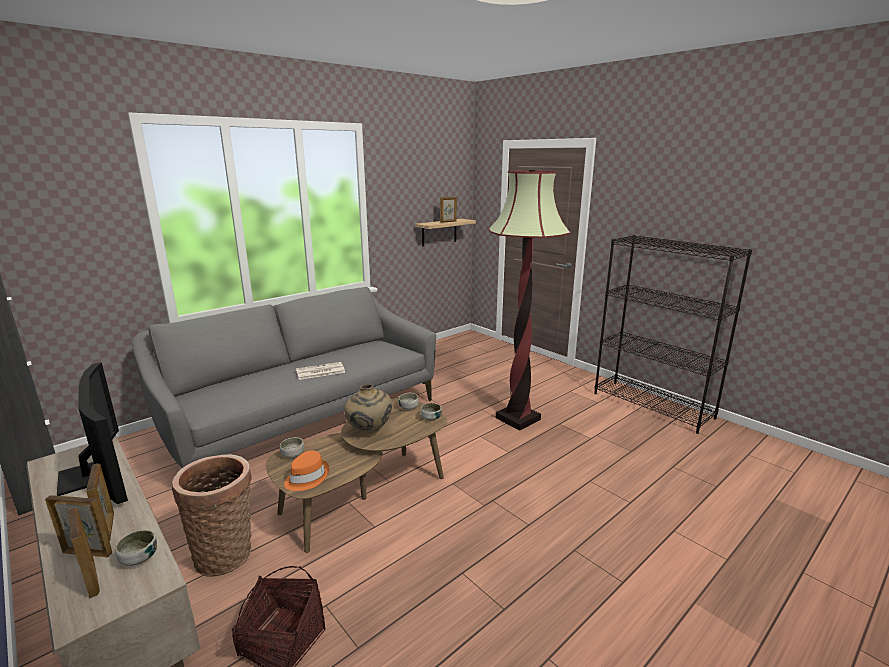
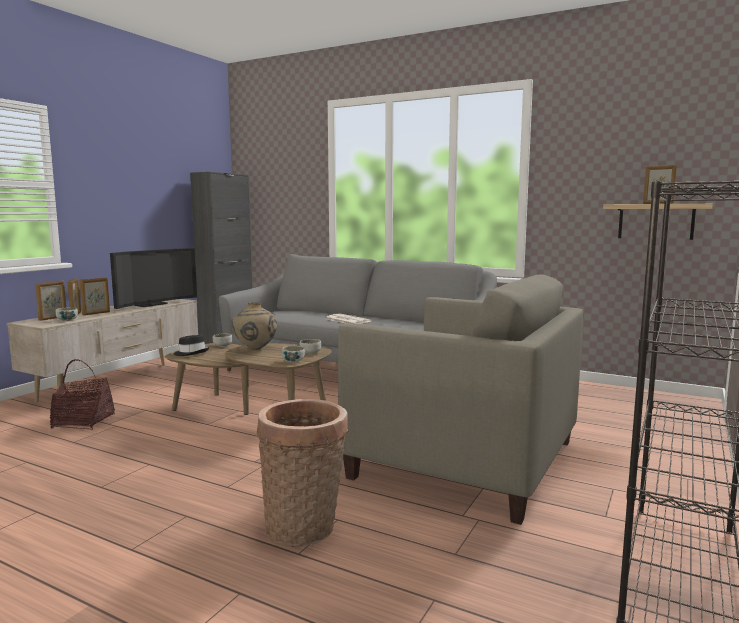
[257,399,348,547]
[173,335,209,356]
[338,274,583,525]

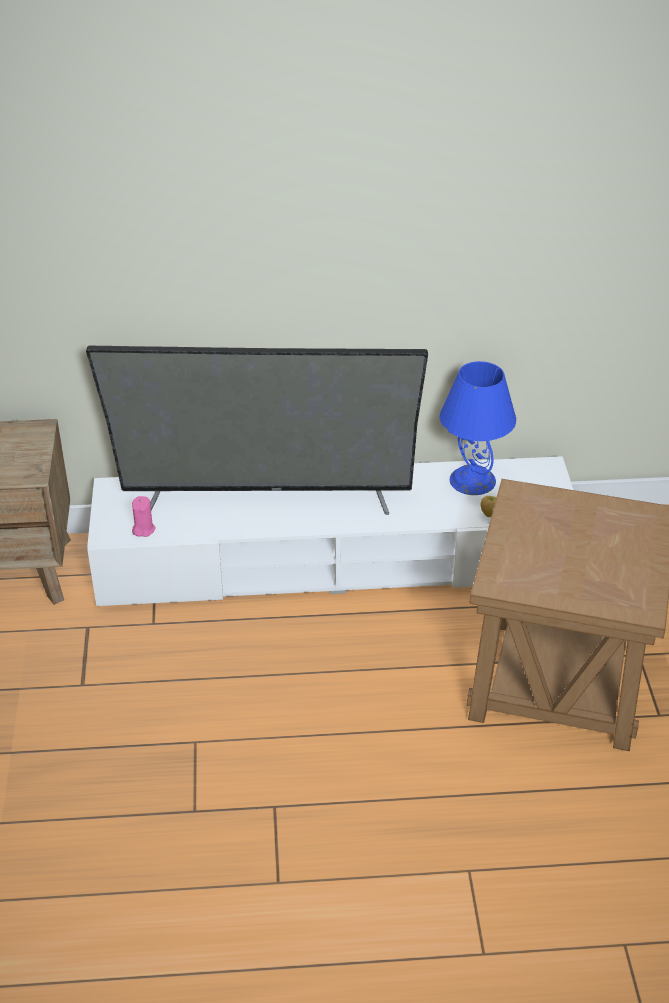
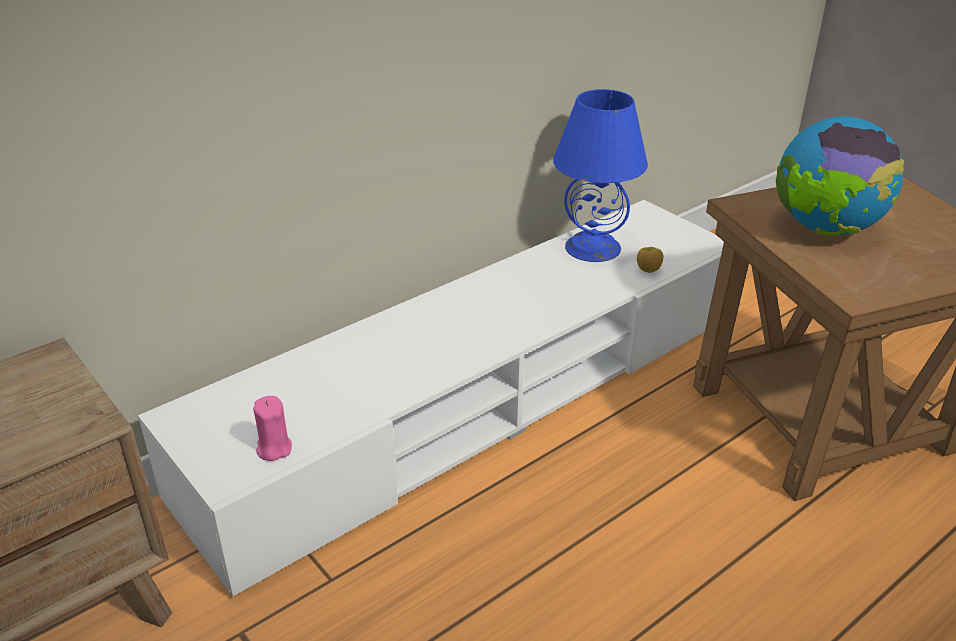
[86,346,428,515] (first image)
[776,116,904,236]

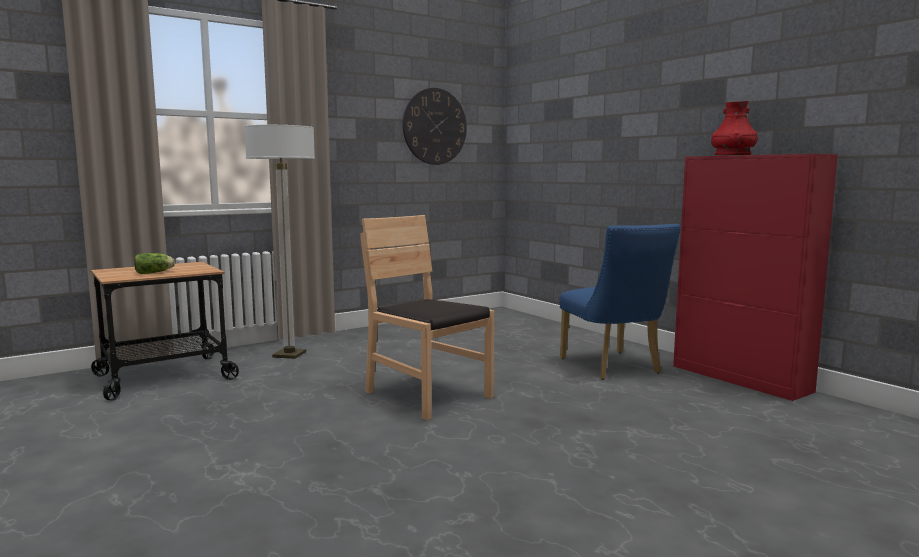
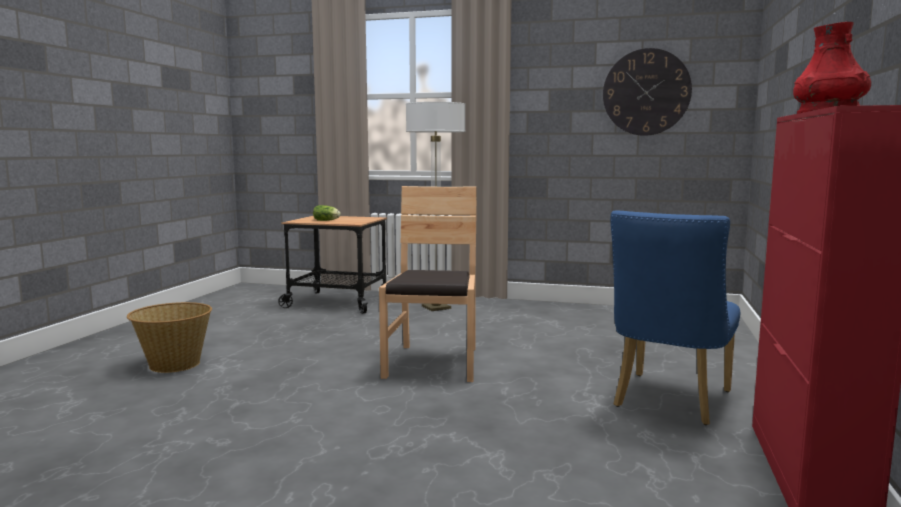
[127,302,212,373]

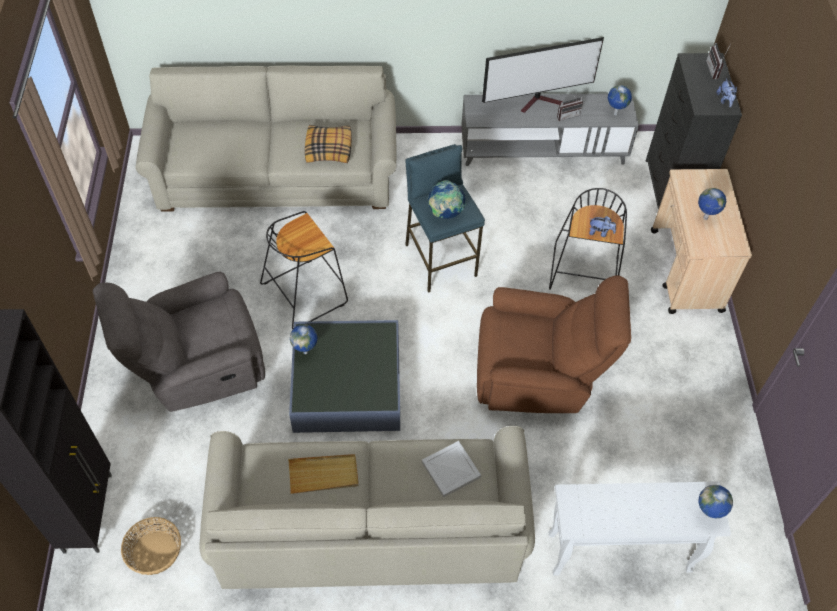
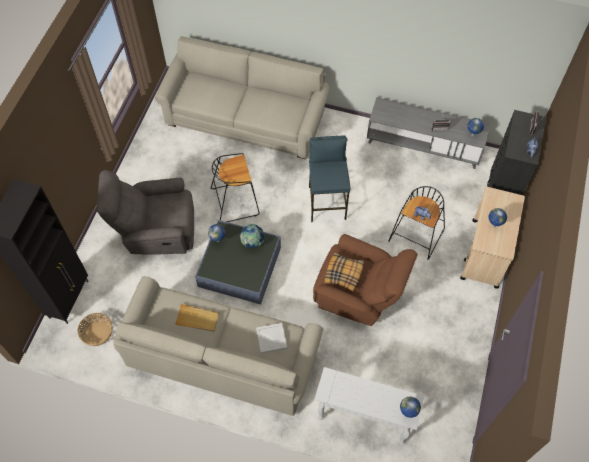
[325,252,364,292]
[240,224,264,248]
[482,37,604,113] (first image)

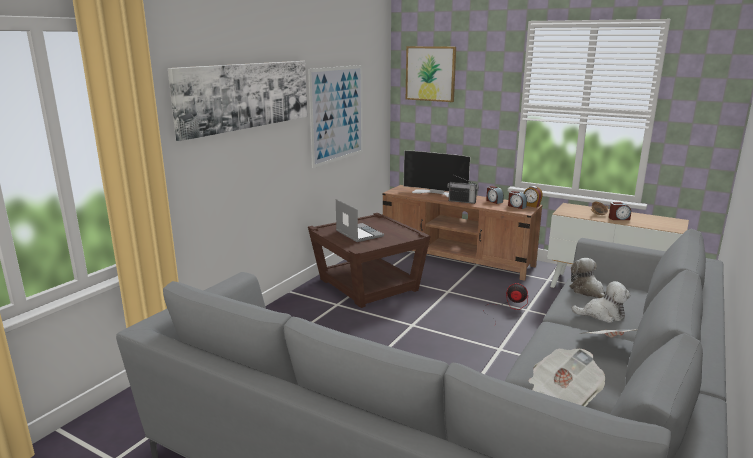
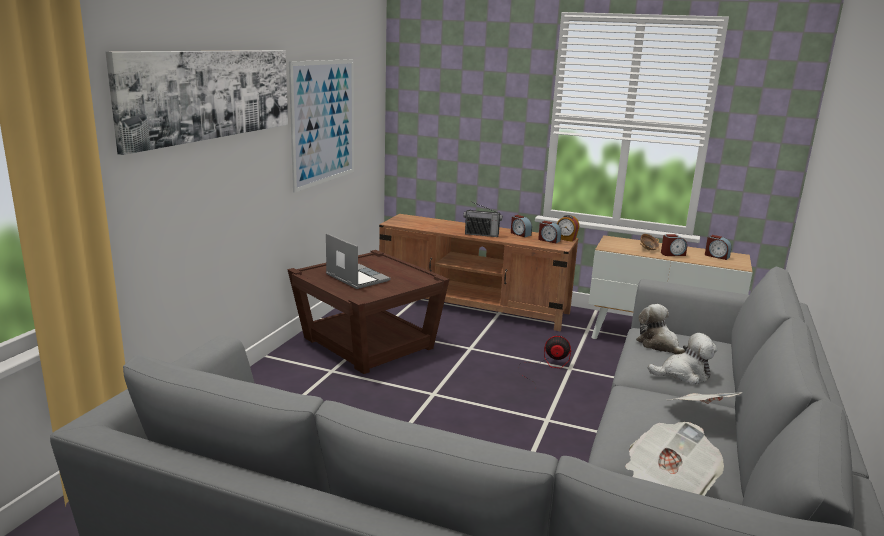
[403,150,470,197] (first image)
[406,46,456,102] (first image)
[705,235,732,260]

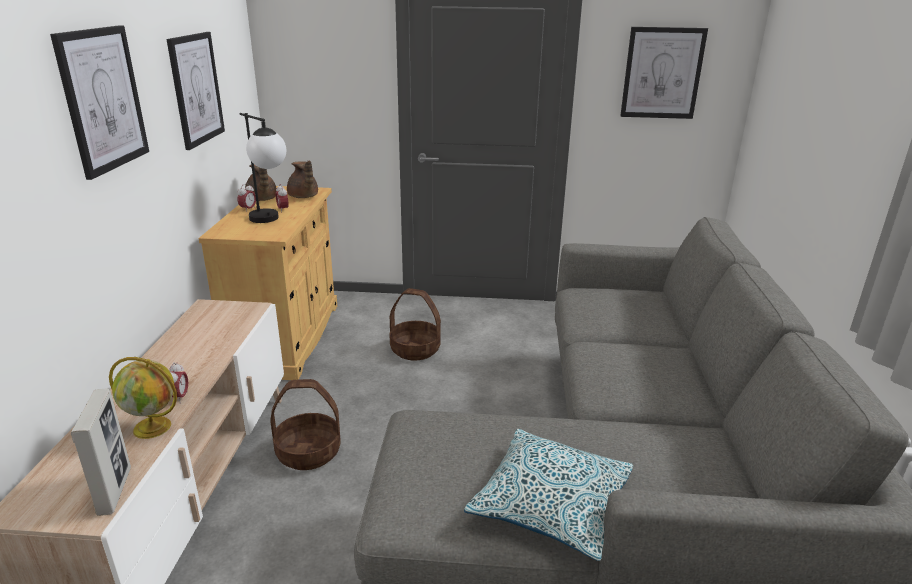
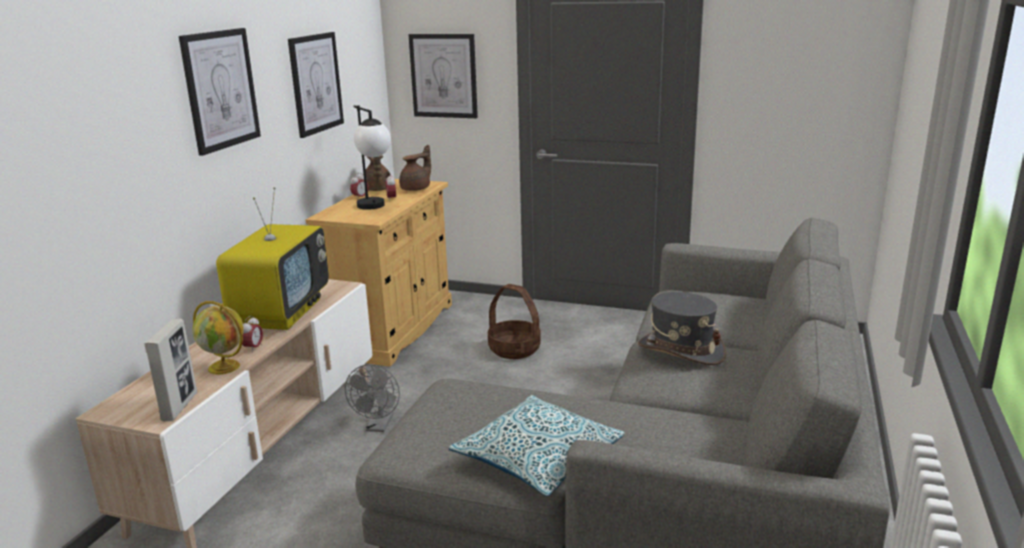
[345,364,400,432]
[399,145,431,191]
[409,34,478,118]
[216,187,329,330]
[638,292,726,365]

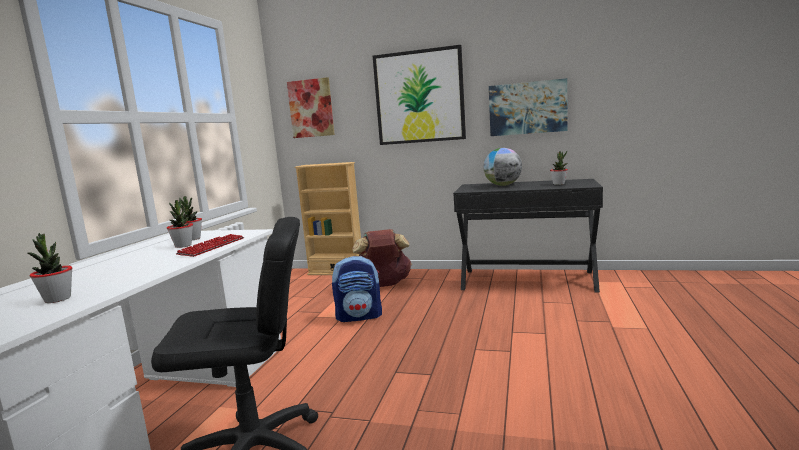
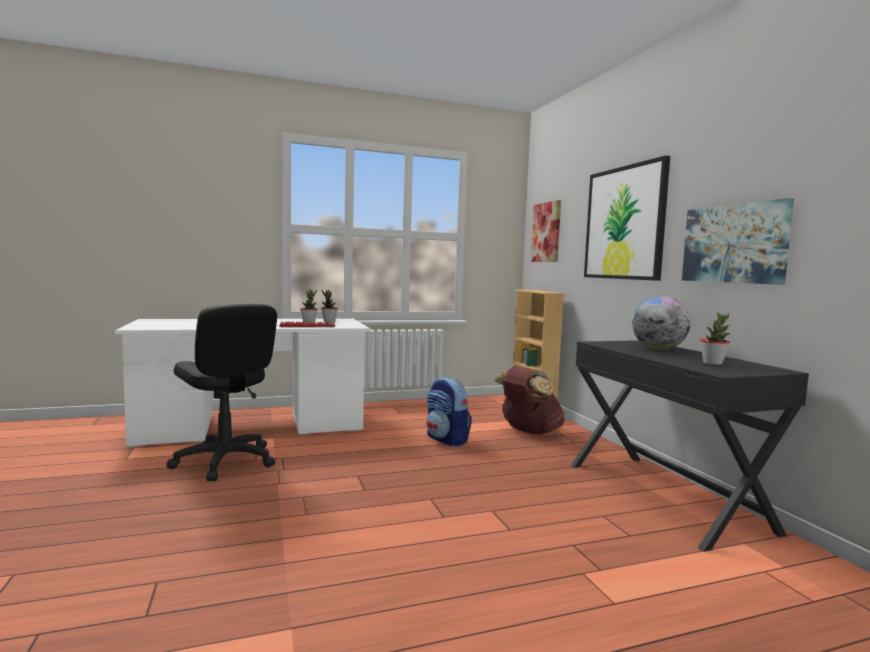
[28,233,72,303] (first image)

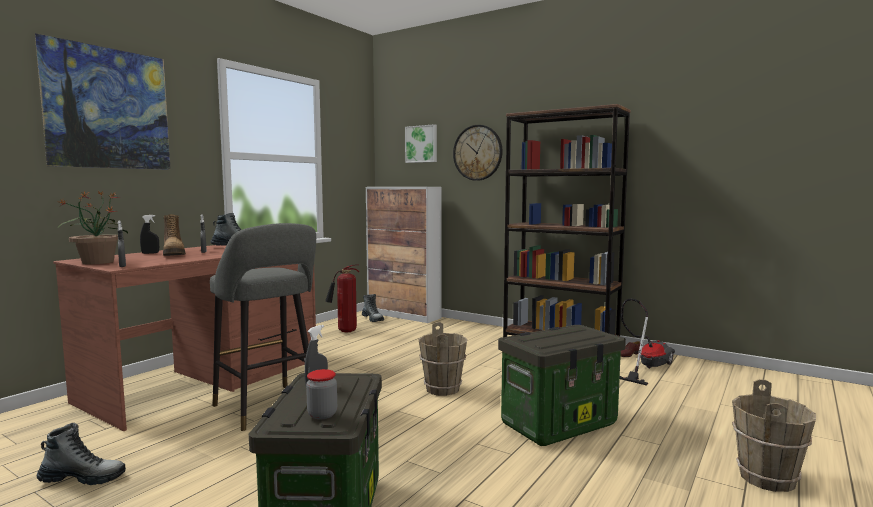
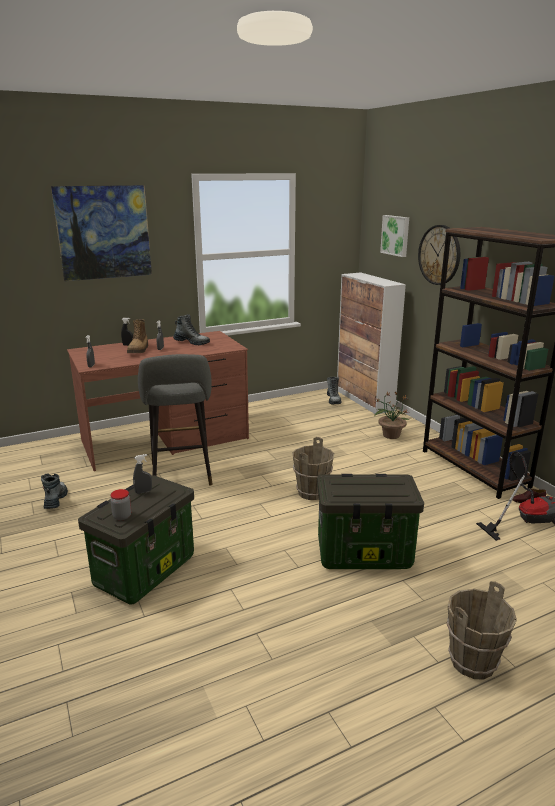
[41,473,68,509]
[374,392,410,439]
[325,265,359,332] (first image)

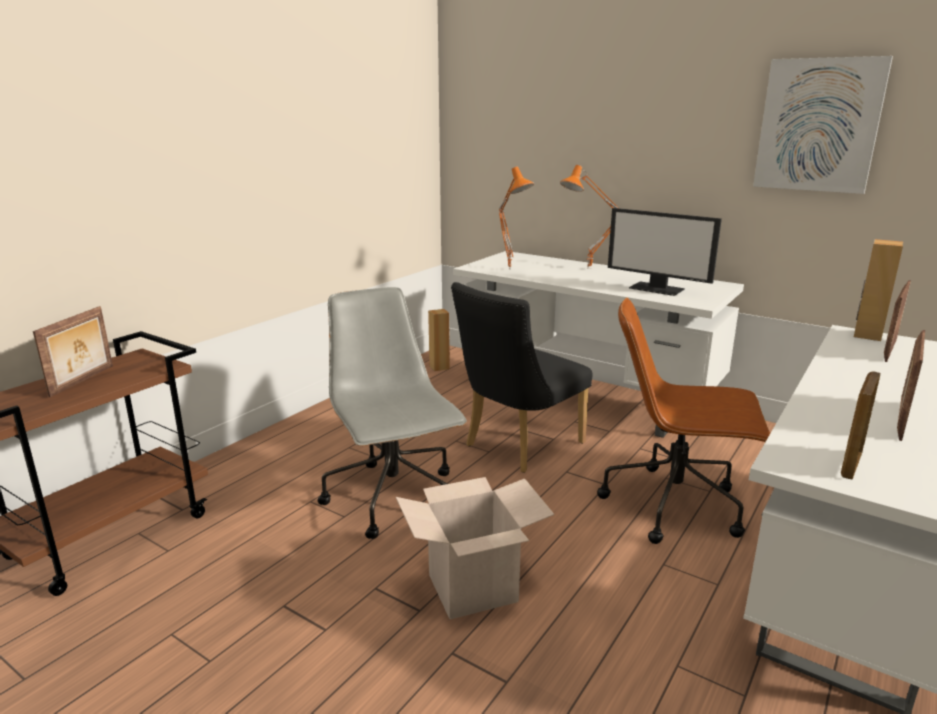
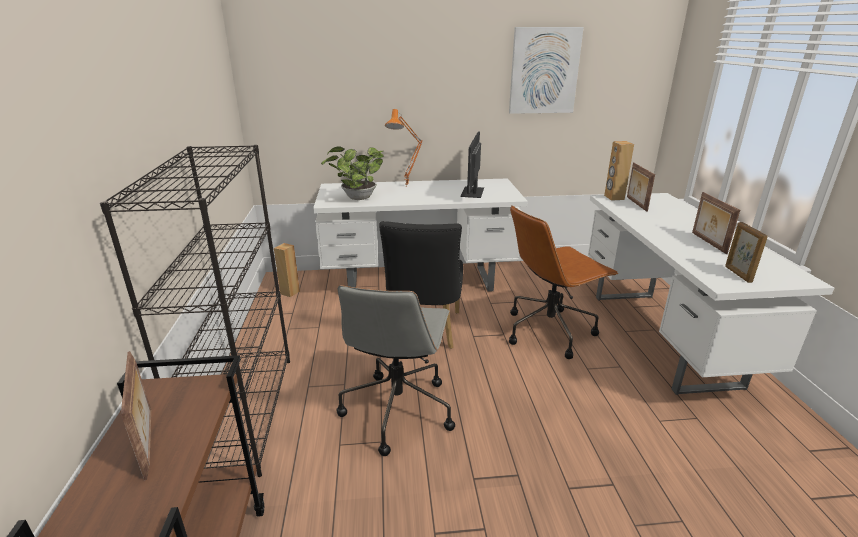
[336,285,455,456]
[396,477,554,619] (first image)
[321,146,384,200]
[460,132,484,198]
[100,145,290,477]

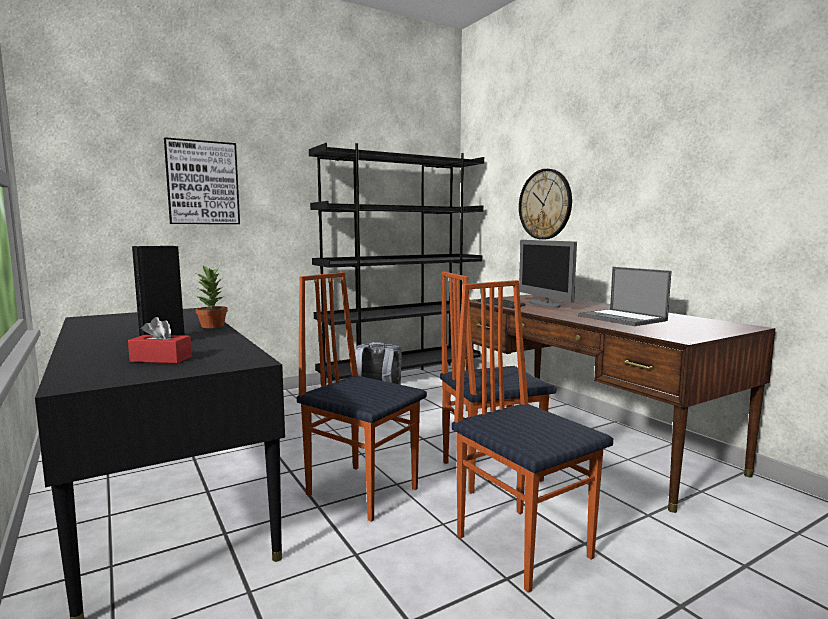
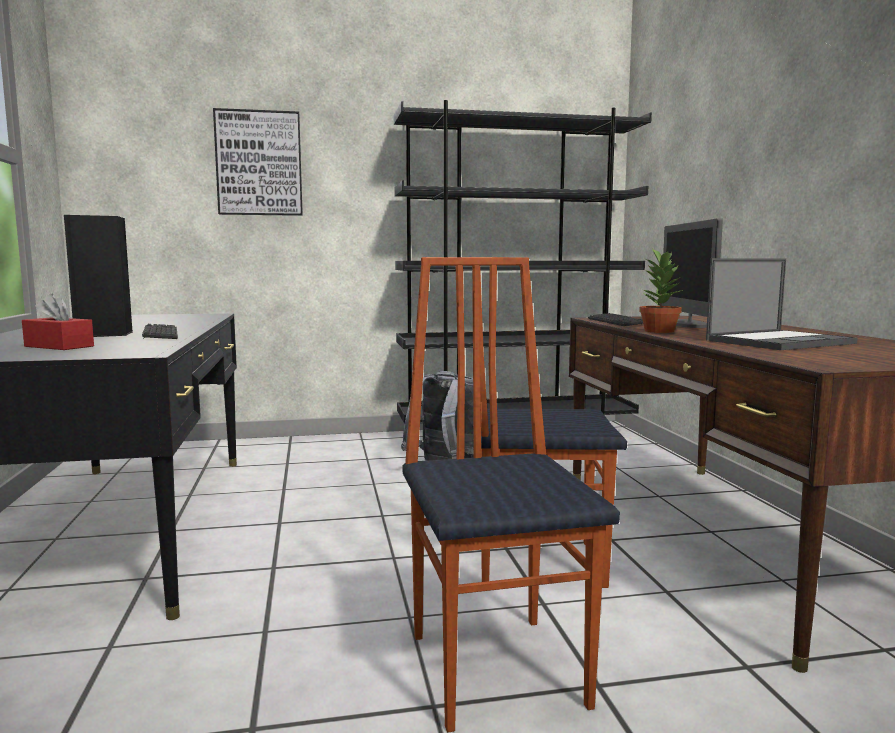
[639,249,683,333]
[297,272,427,522] (first image)
[519,169,572,240] (first image)
[706,258,858,350]
[142,324,178,339]

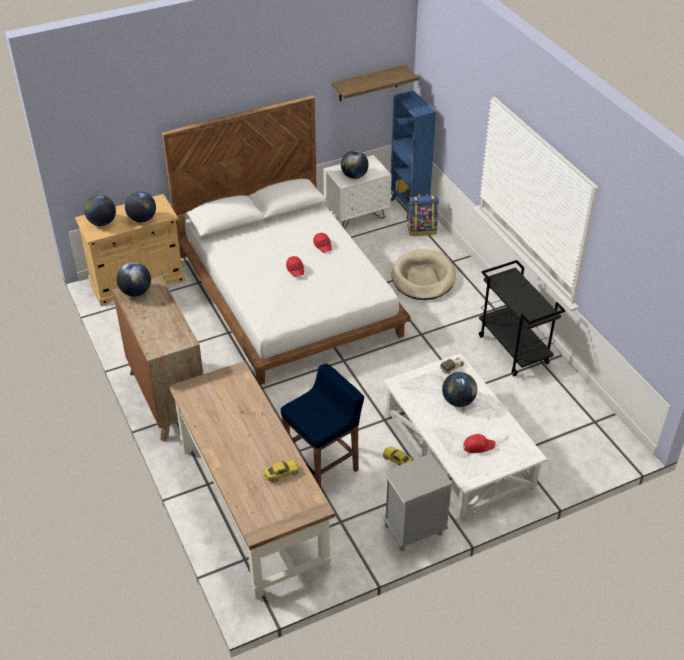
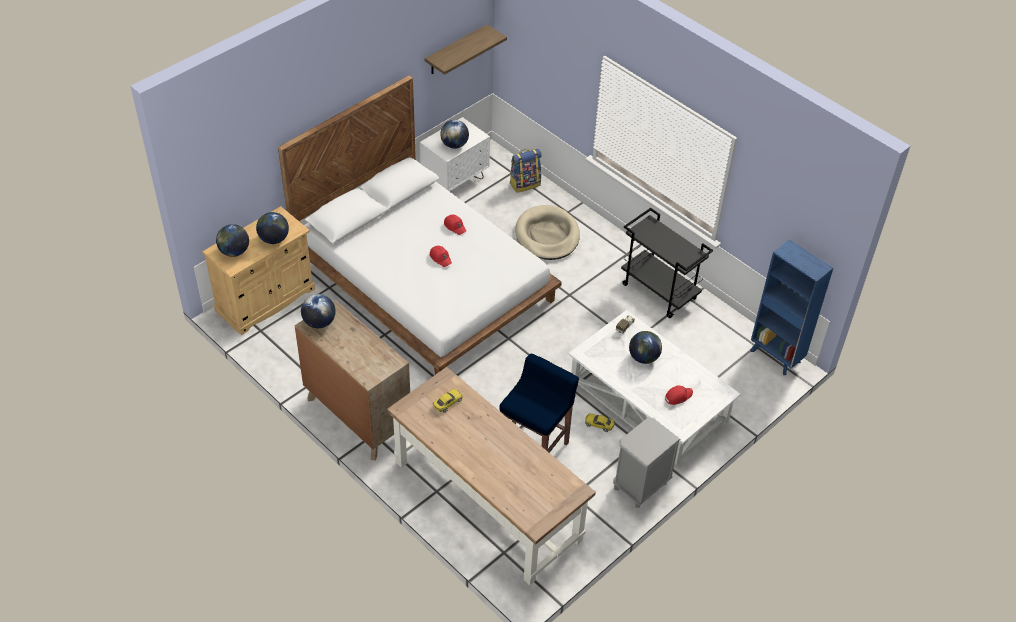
[433,389,462,413]
[750,239,833,375]

